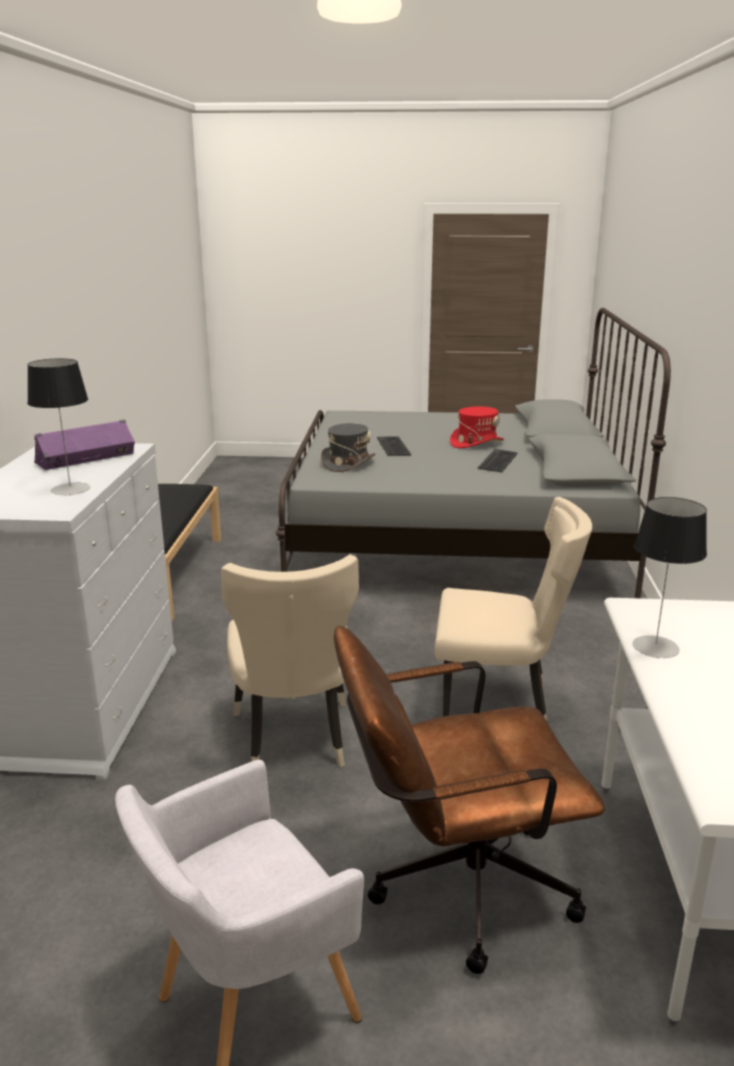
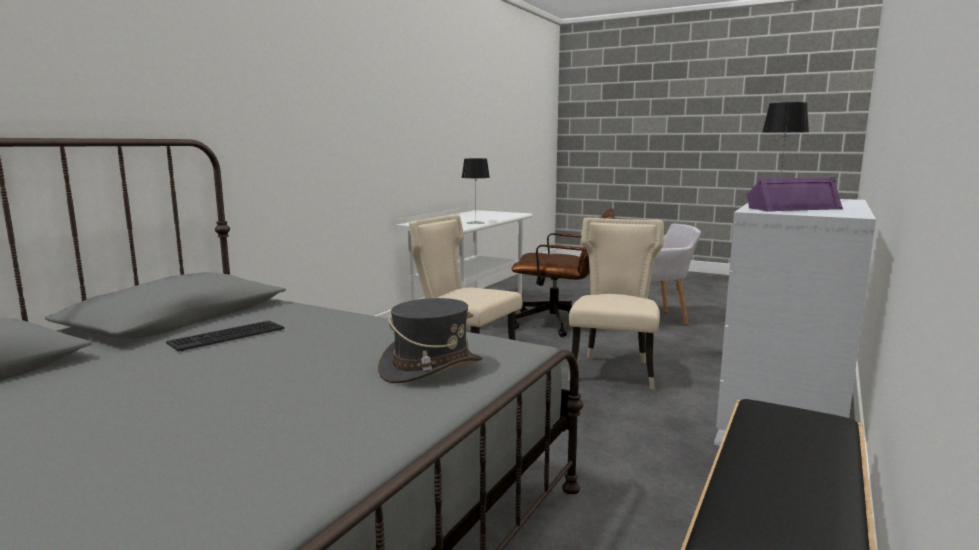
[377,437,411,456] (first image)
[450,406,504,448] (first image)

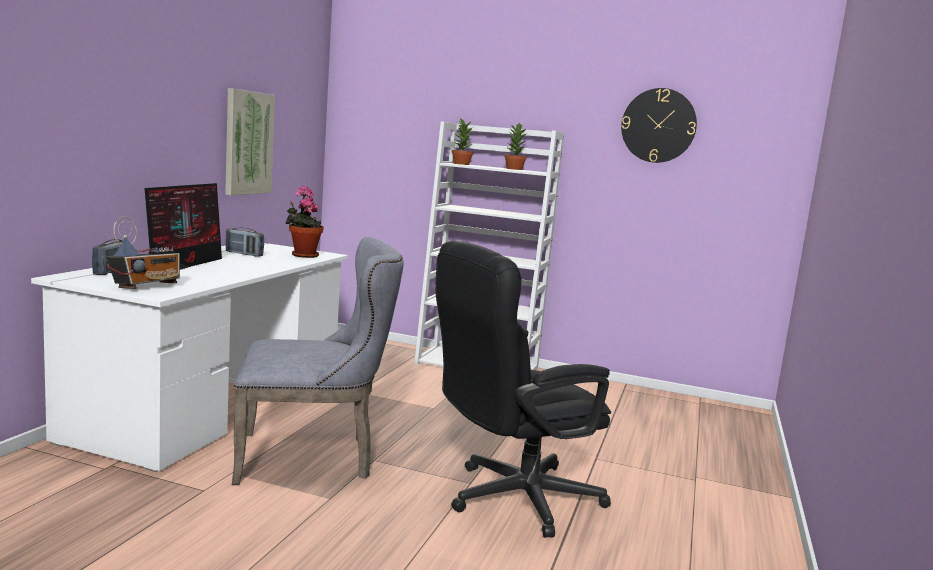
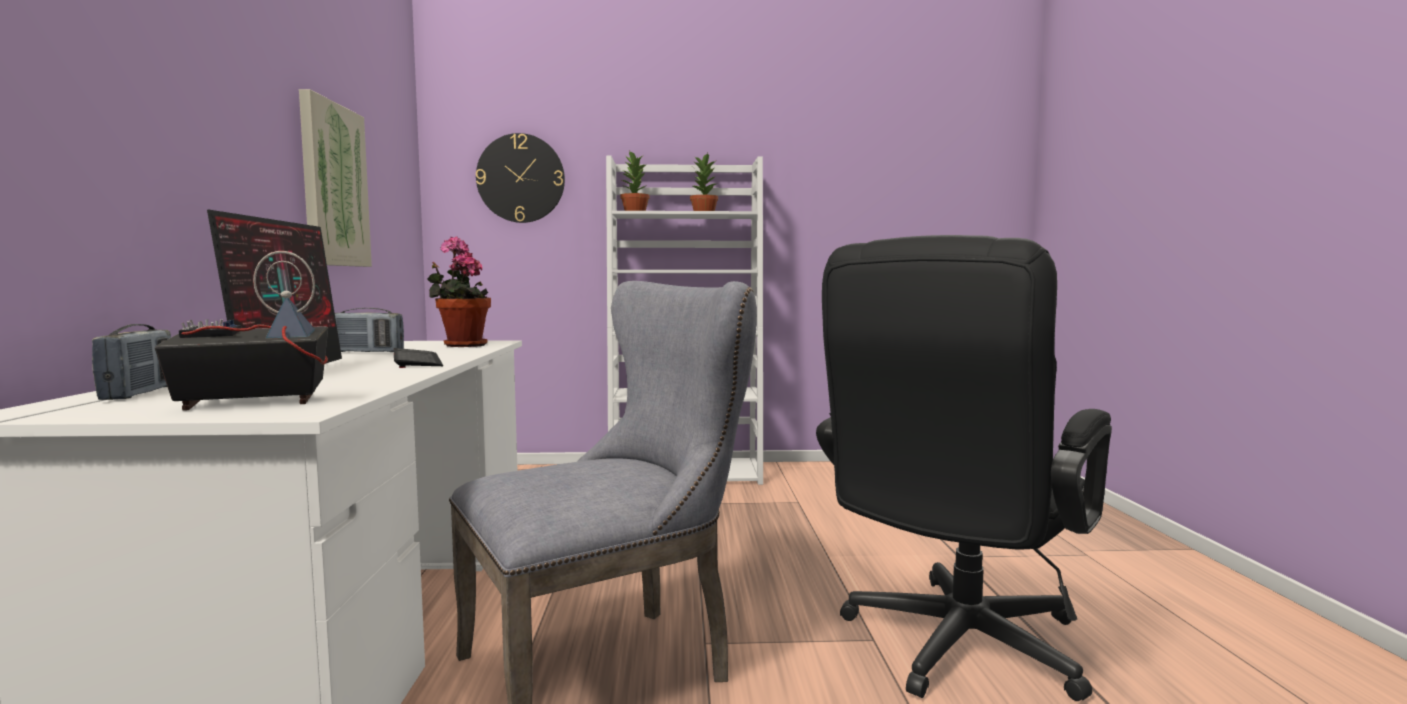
[155,251,328,411]
[476,133,565,223]
[394,348,443,368]

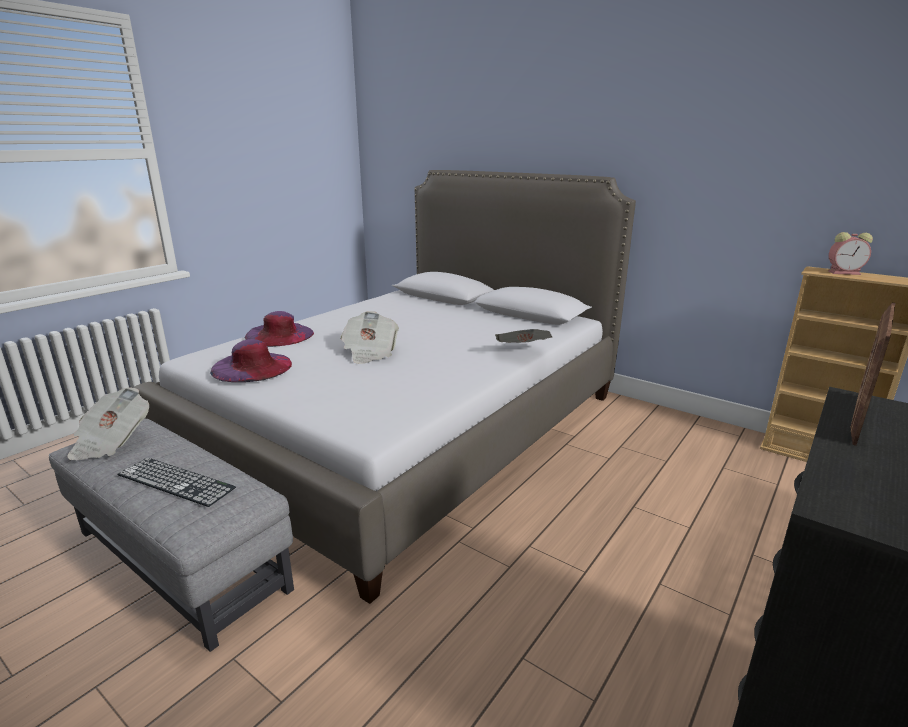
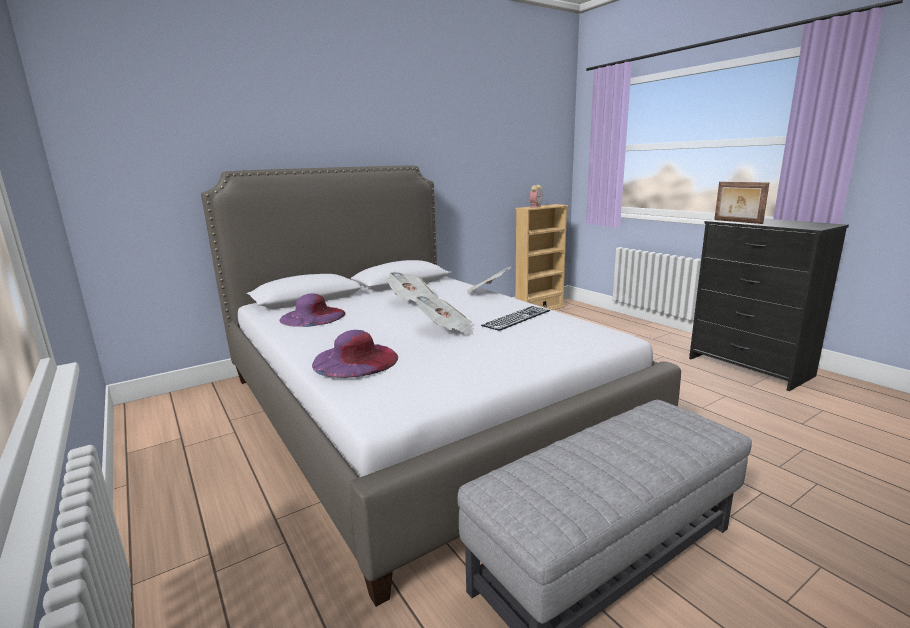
[387,272,437,304]
[481,306,550,331]
[280,293,346,327]

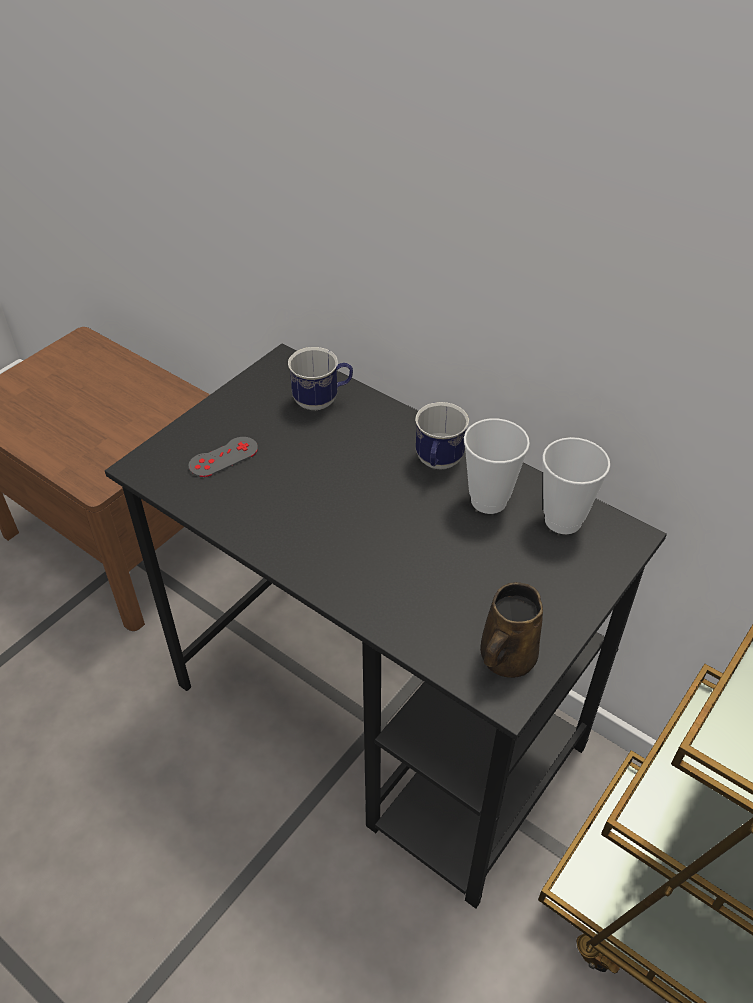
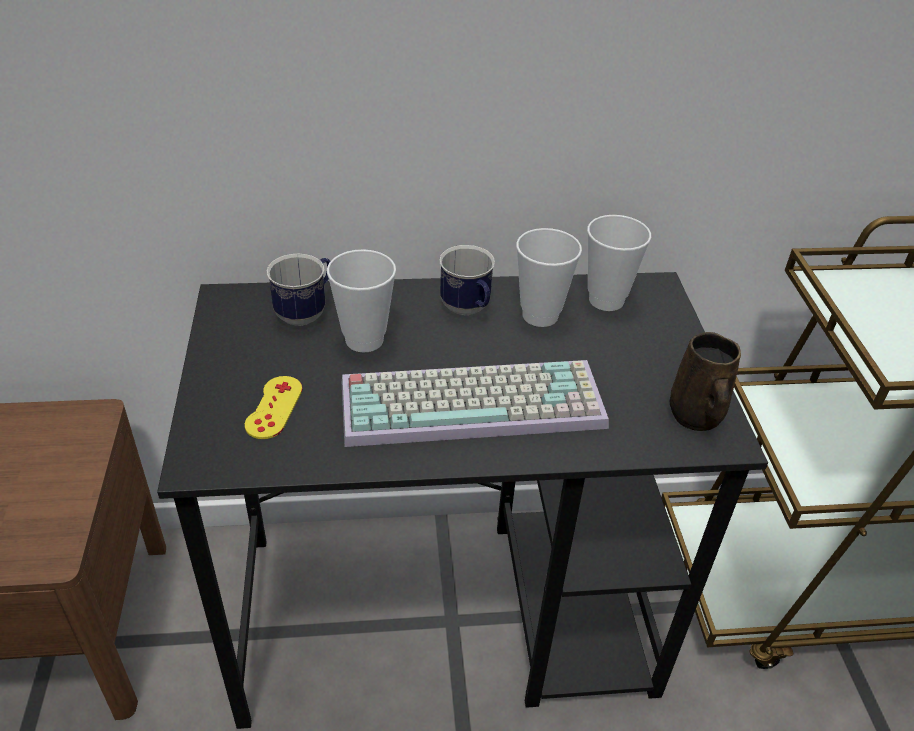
[245,376,303,439]
[327,249,396,352]
[342,360,609,447]

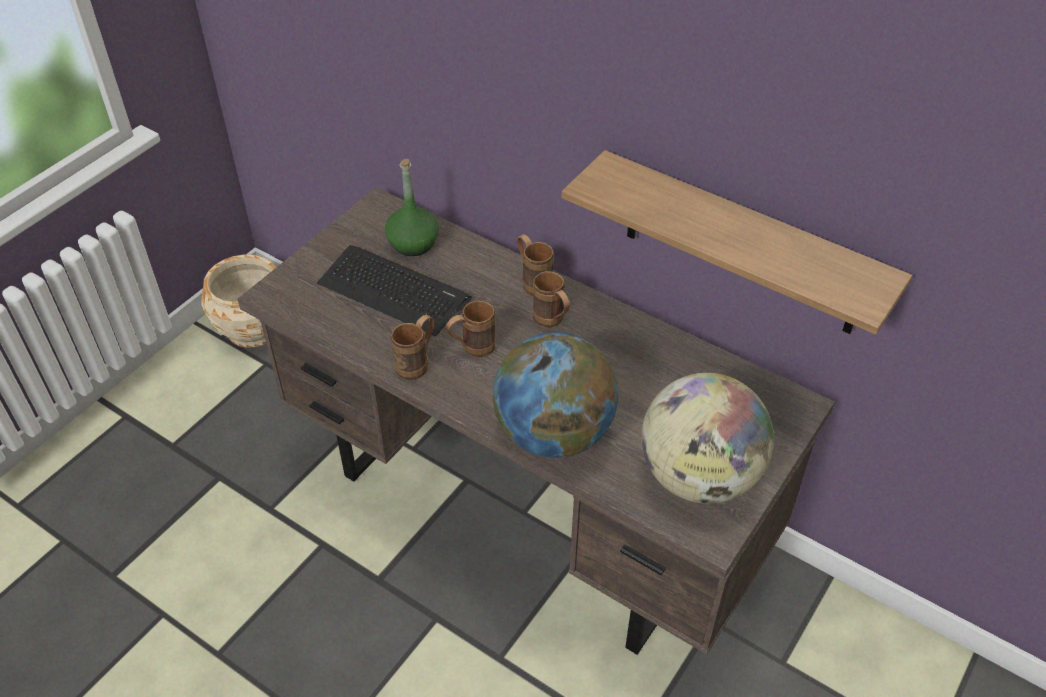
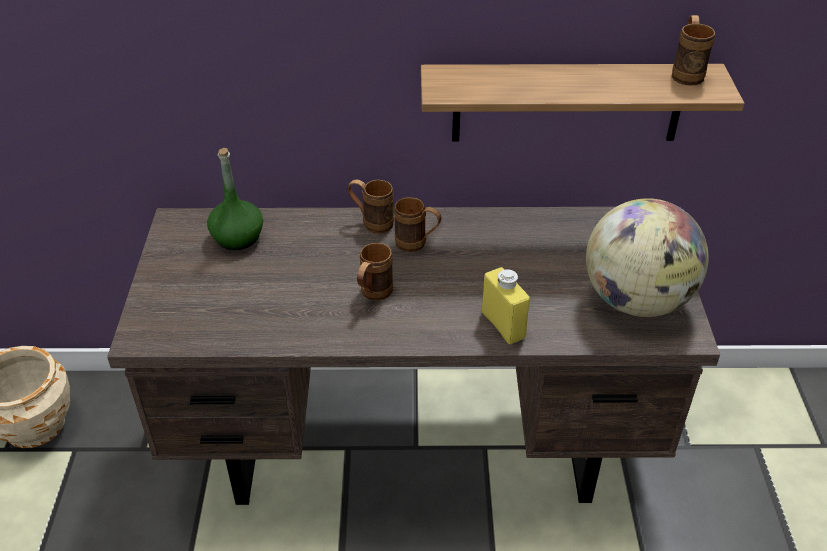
[317,245,472,337] (first image)
[672,15,715,86]
[482,267,530,344]

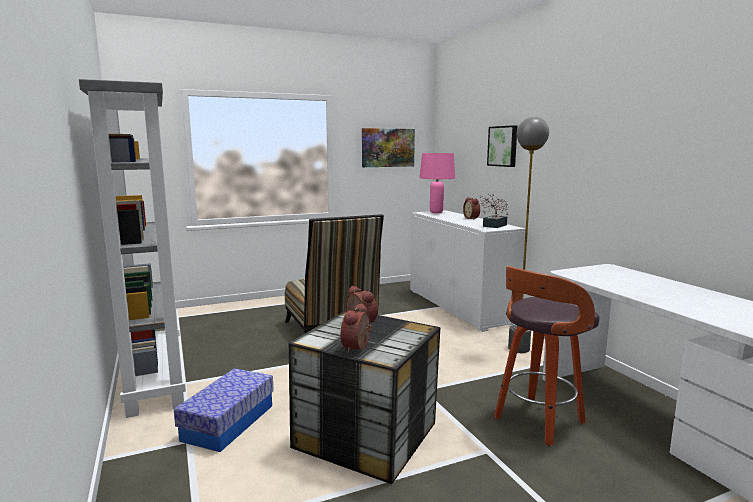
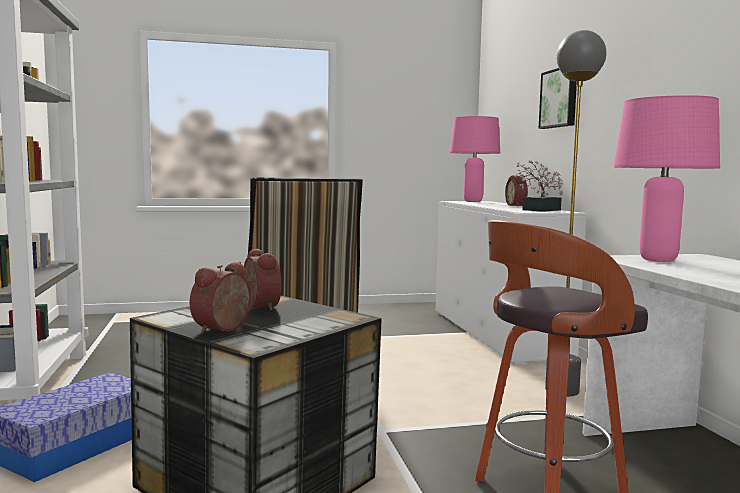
[362,128,415,167] (first image)
[614,95,720,262]

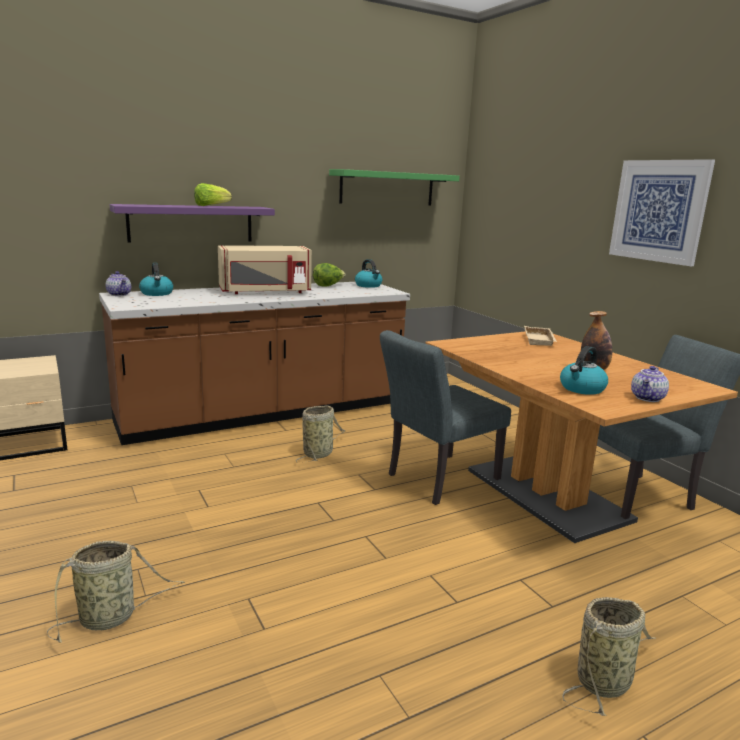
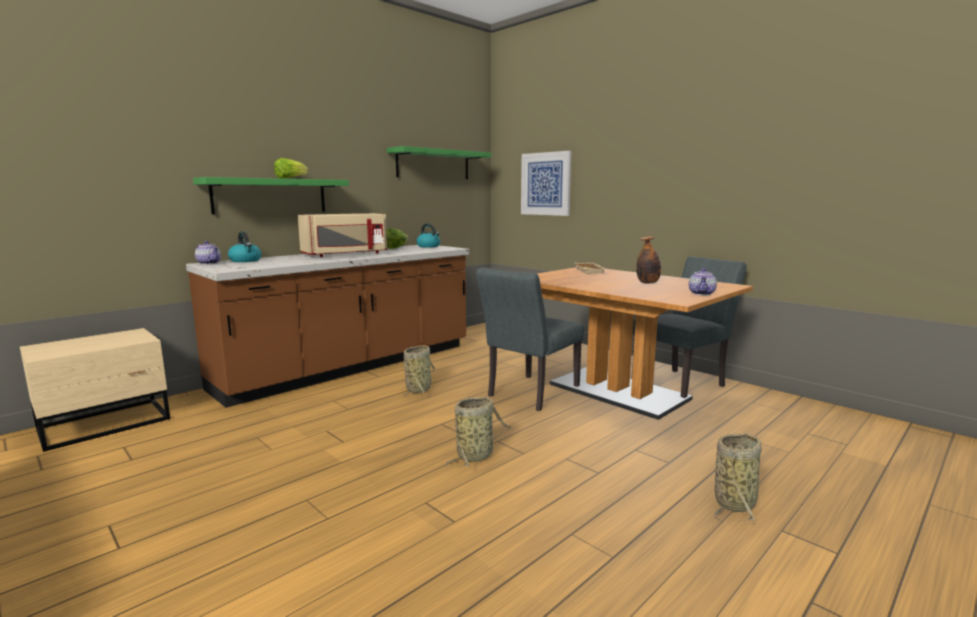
[445,397,512,467]
[193,177,349,215]
[560,346,608,395] (first image)
[521,151,571,216]

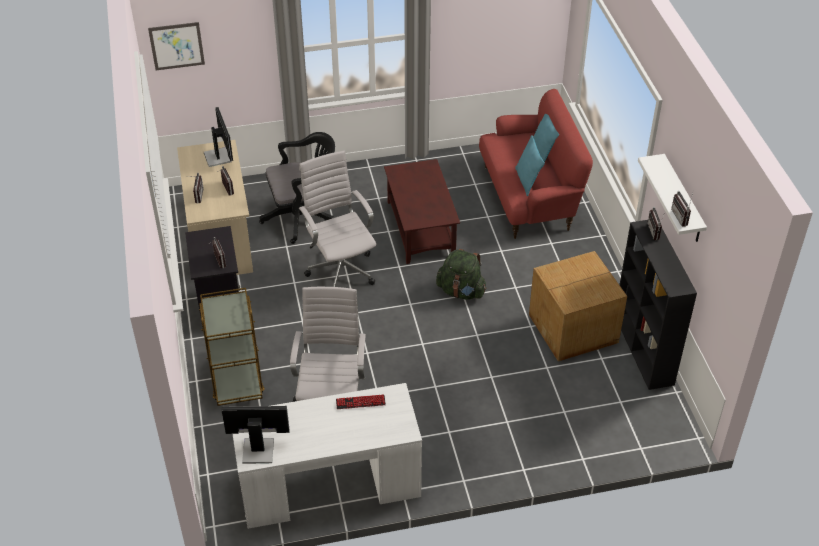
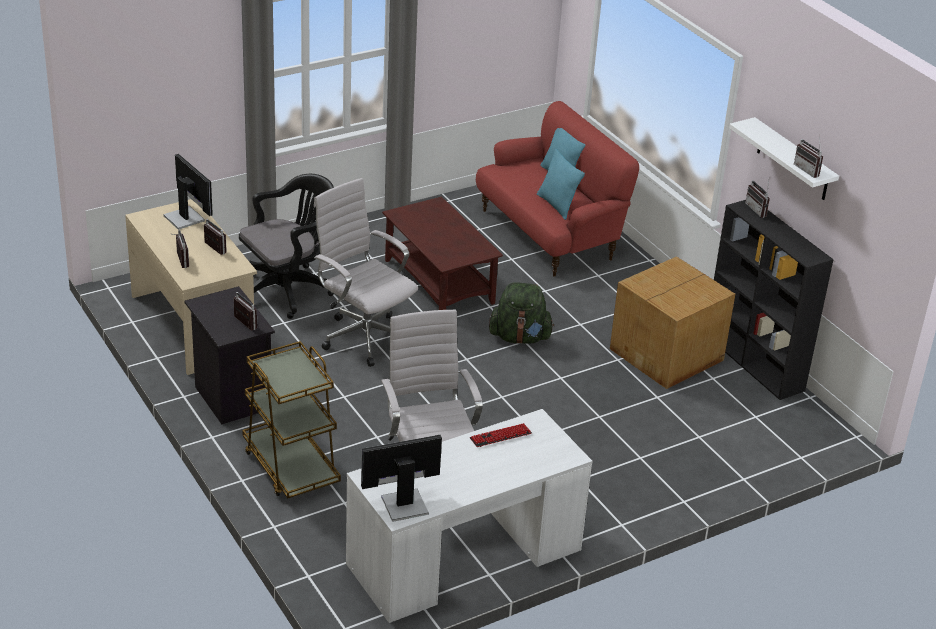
[148,22,205,70] (first image)

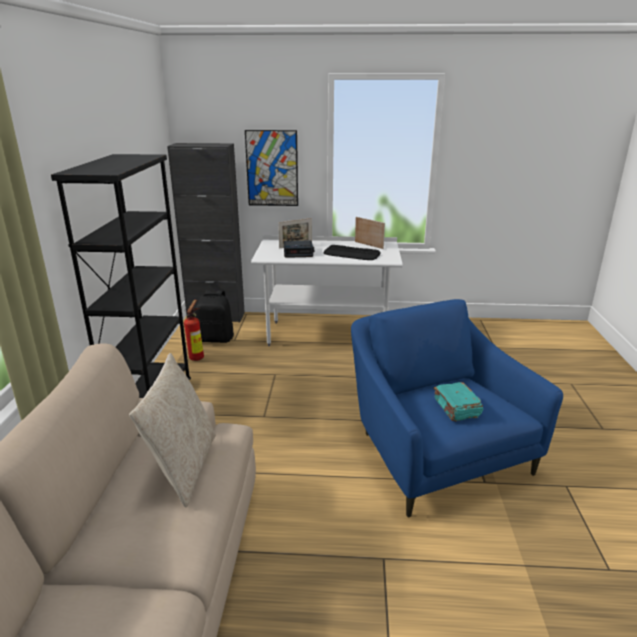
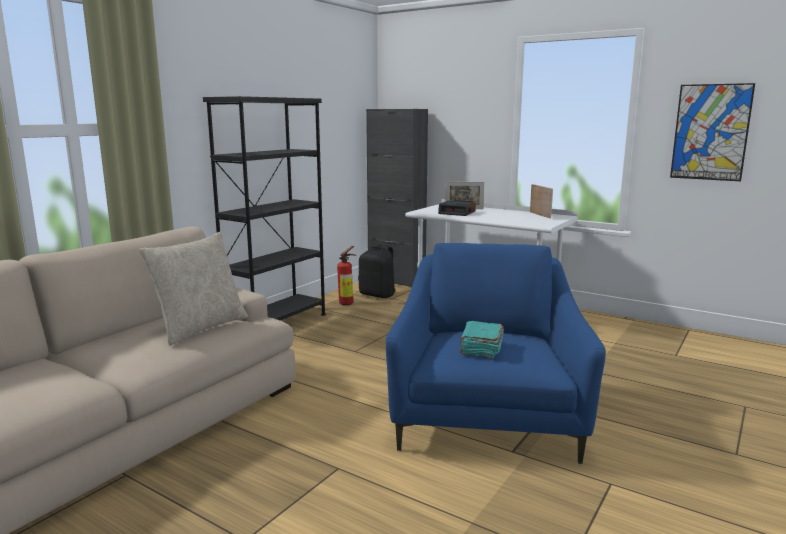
[670,83,755,181]
[323,245,381,260] (first image)

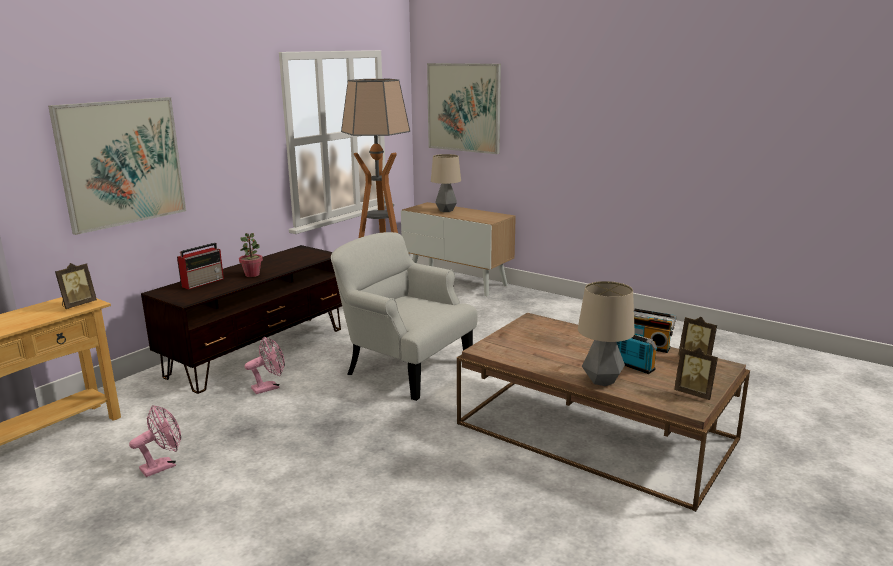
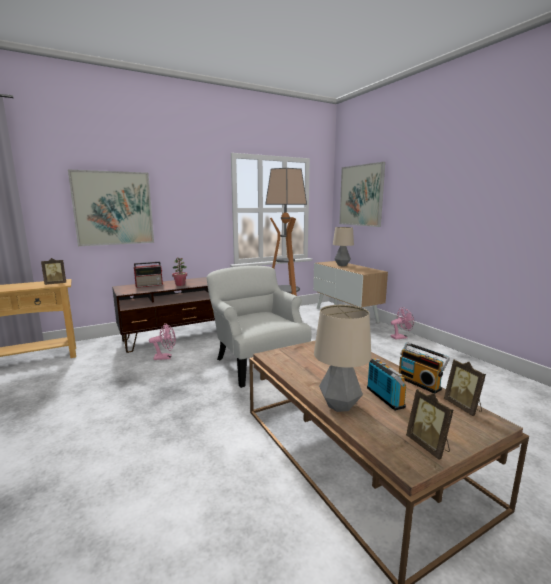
[391,307,414,340]

